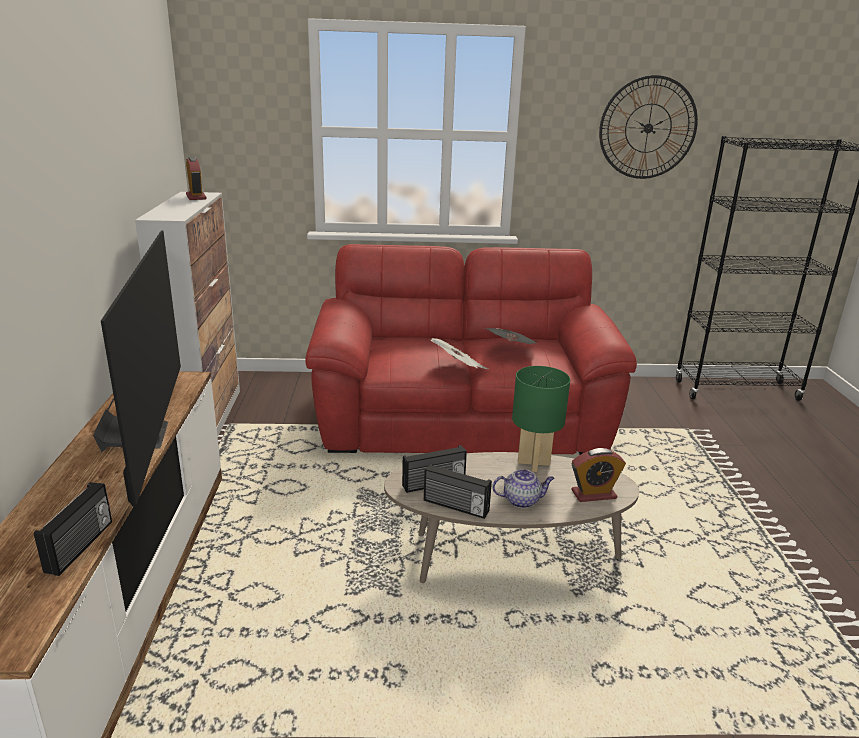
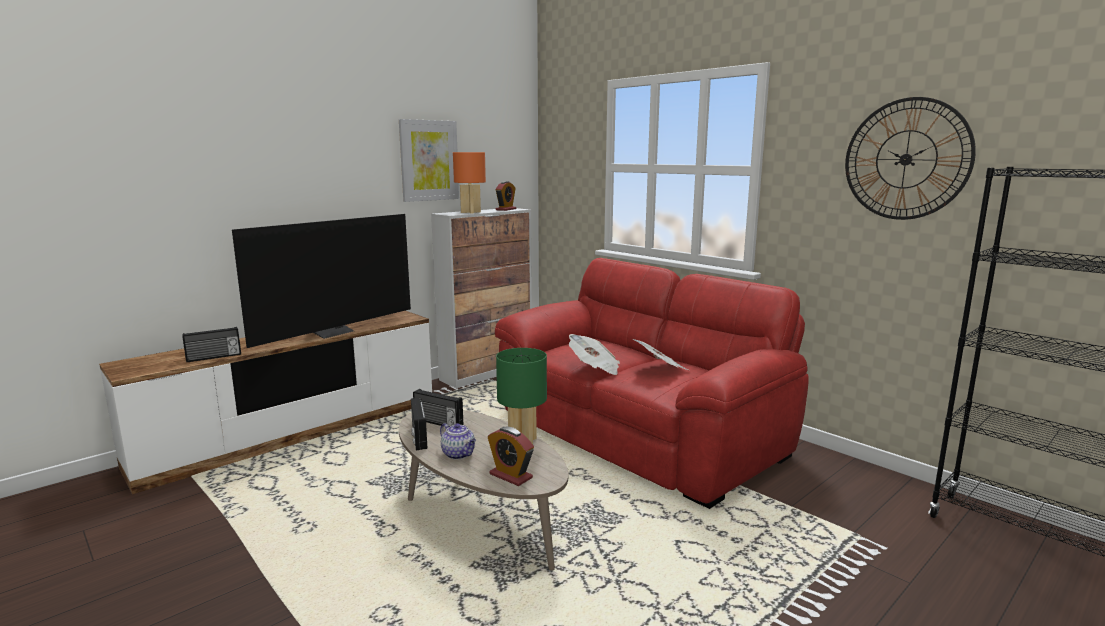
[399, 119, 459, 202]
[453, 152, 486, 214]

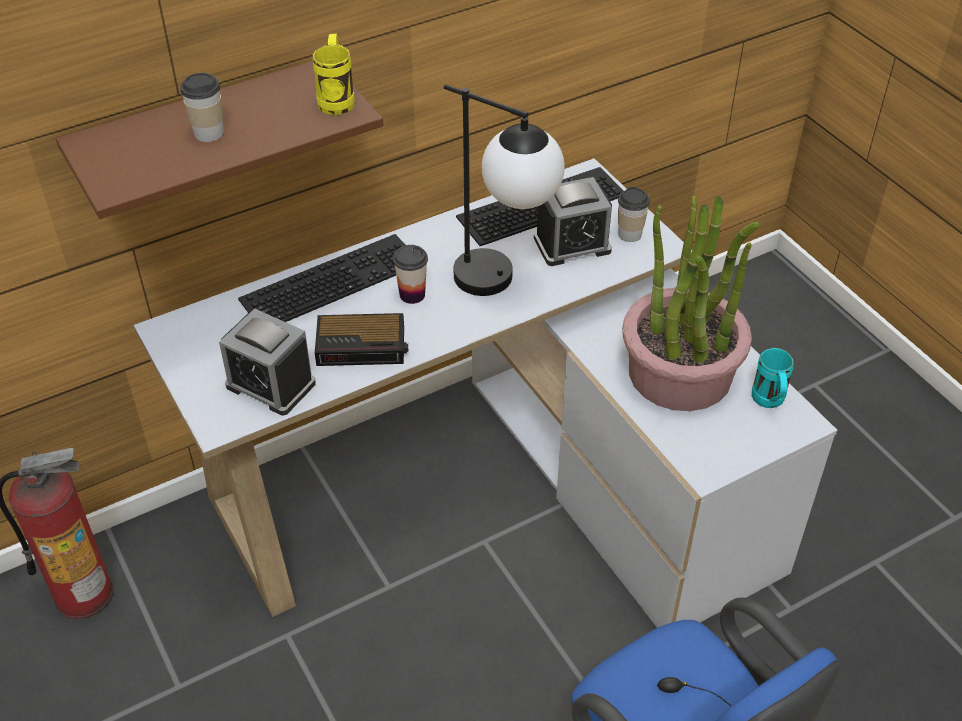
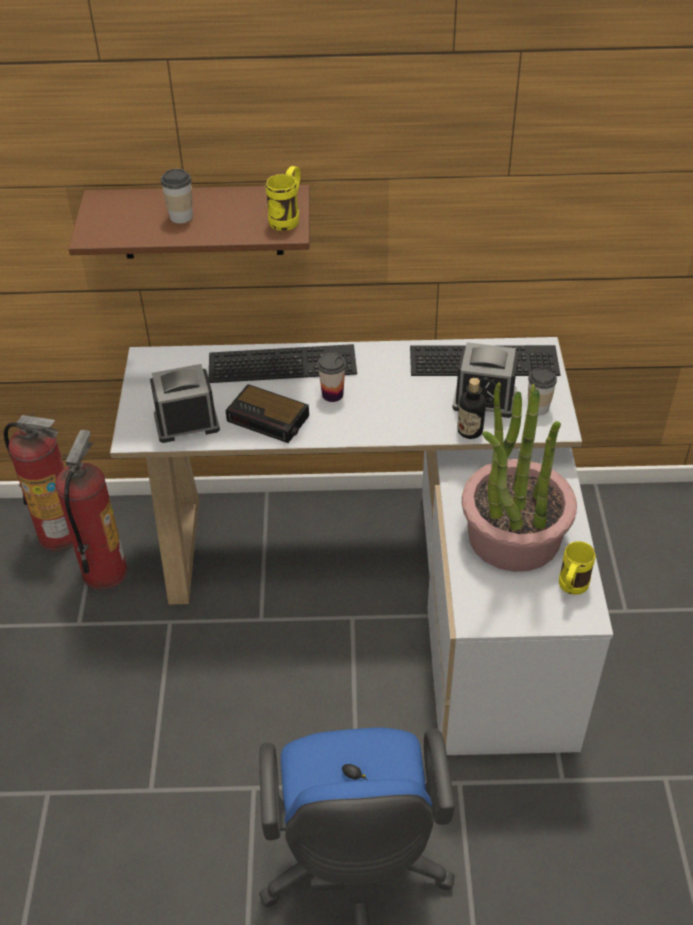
[55, 430, 128, 590]
[150, 364, 220, 443]
[457, 378, 486, 439]
[559, 541, 596, 595]
[444, 84, 565, 296] (first image)

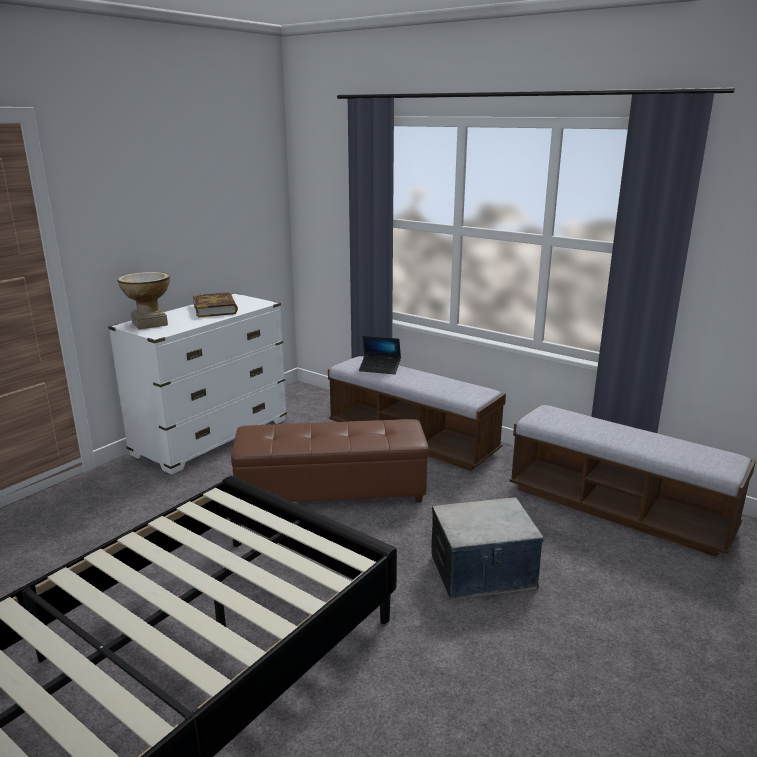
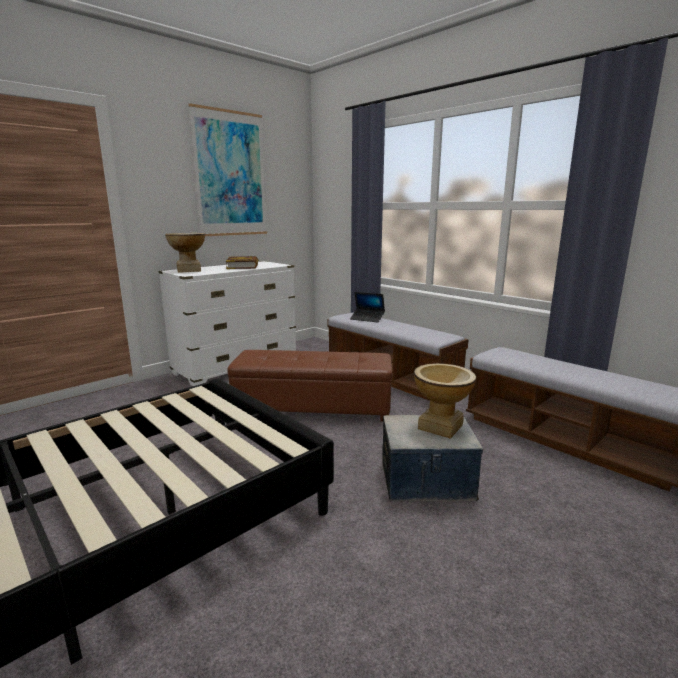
[189, 103, 267, 236]
[414, 363, 476, 439]

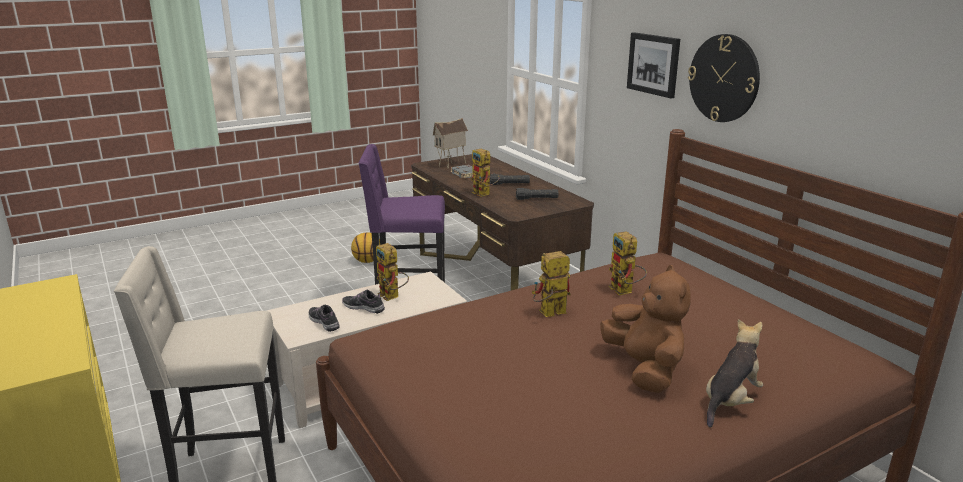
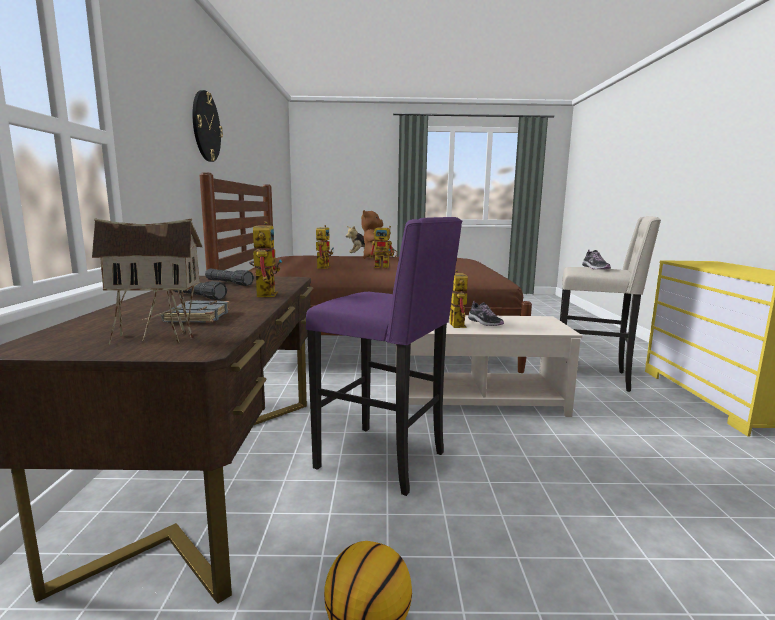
[582, 250, 611, 269]
[627, 32, 680, 98] (first image)

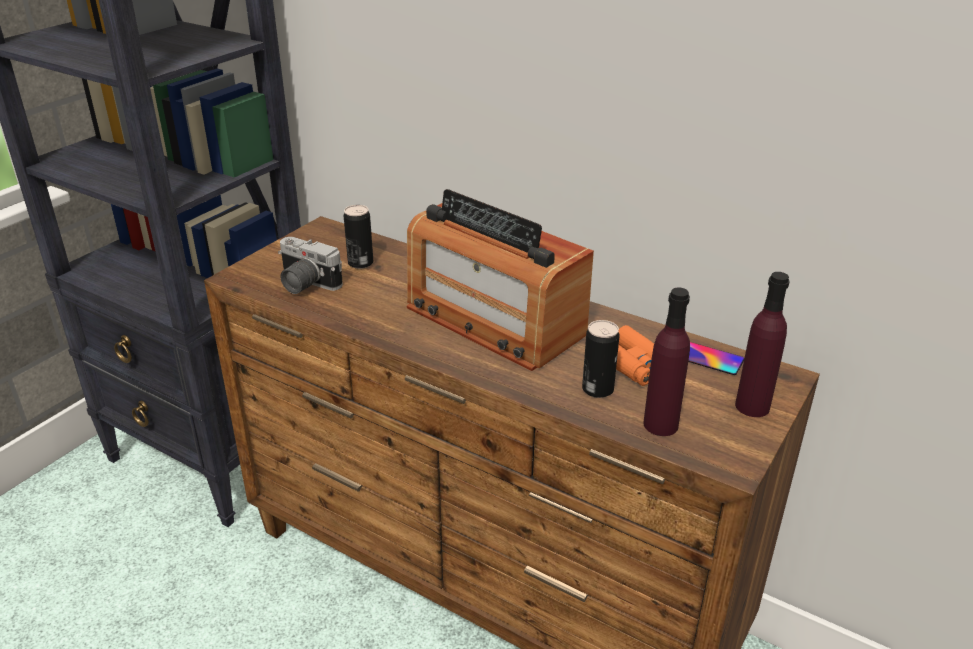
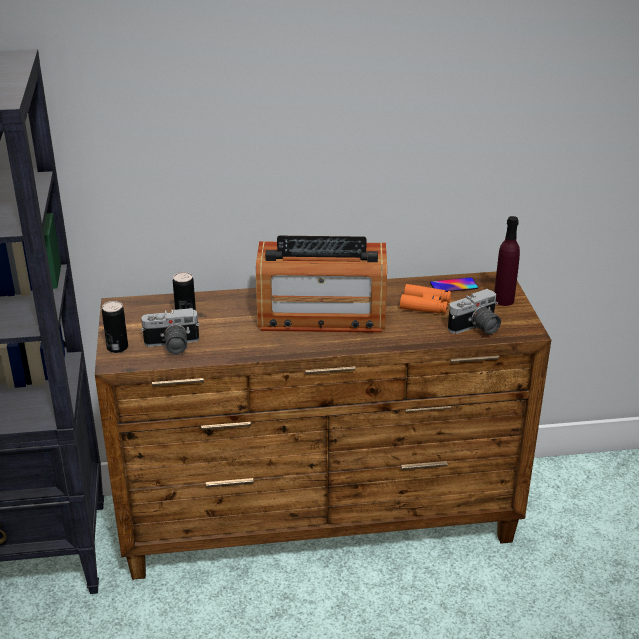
[102, 301, 128, 353]
[448, 289, 501, 335]

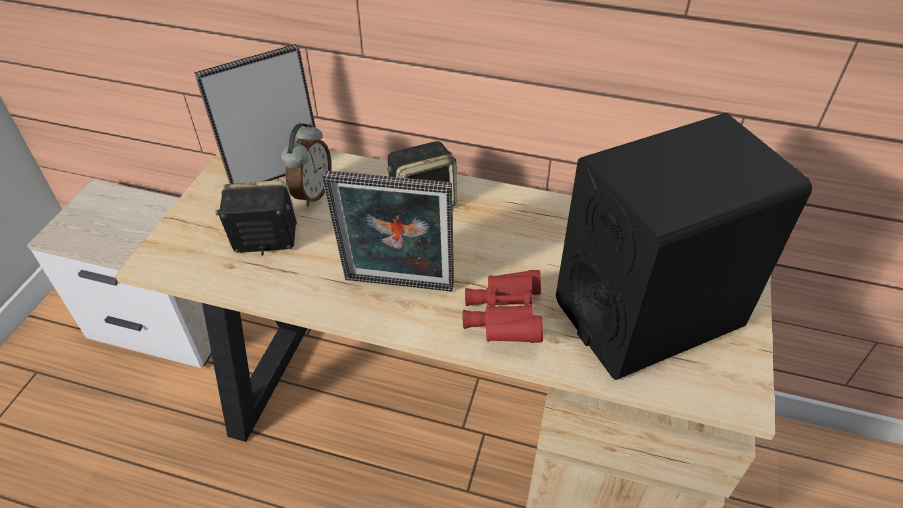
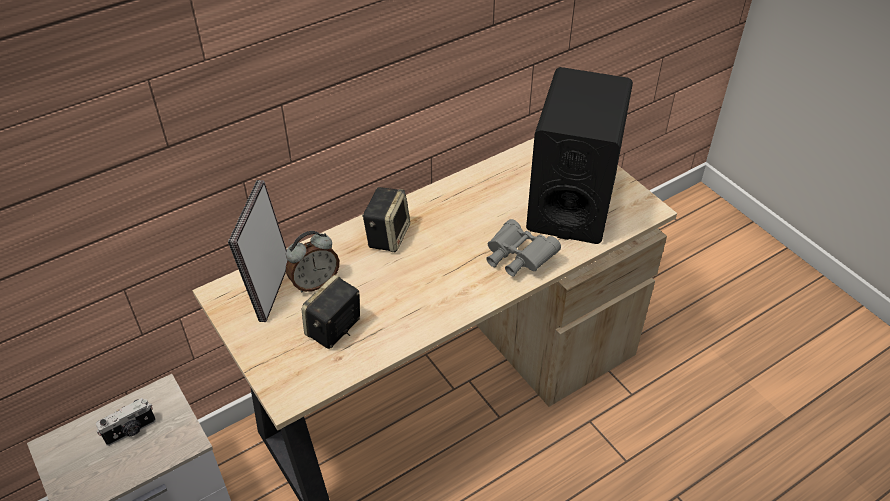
[96, 398, 156, 446]
[286, 231, 339, 292]
[486, 219, 561, 277]
[322, 171, 454, 292] (first image)

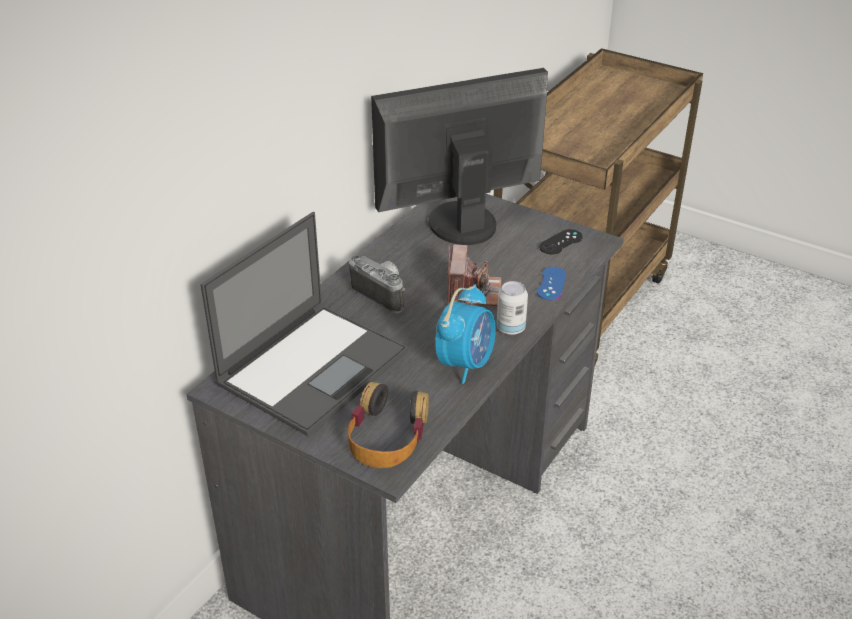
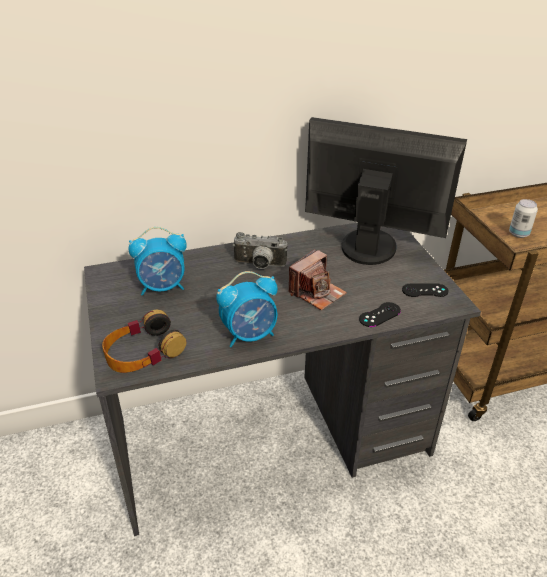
[128, 227, 187, 296]
[233, 232, 287, 269]
[359, 302, 401, 327]
[509, 199, 538, 238]

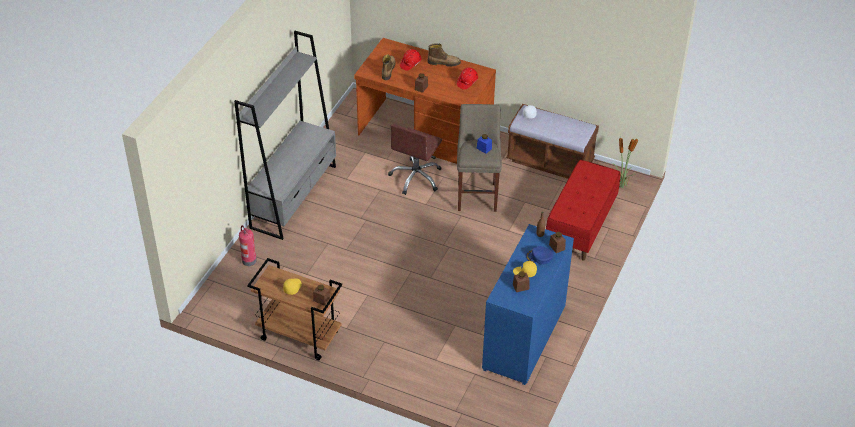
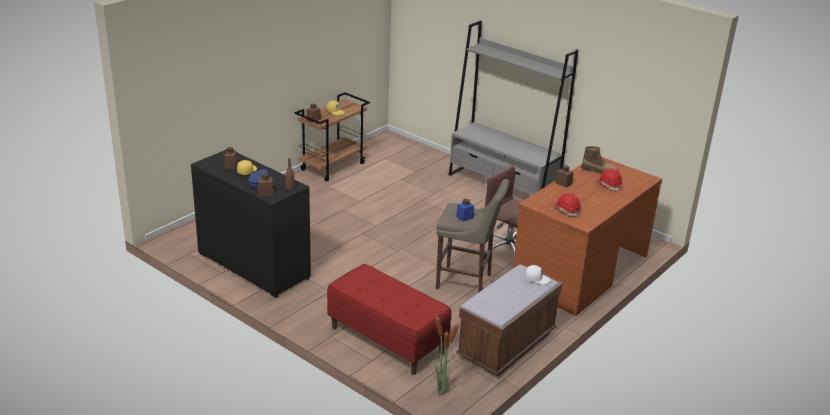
[191, 149, 311, 298]
[239, 225, 257, 266] (first image)
[427, 43, 461, 67] (first image)

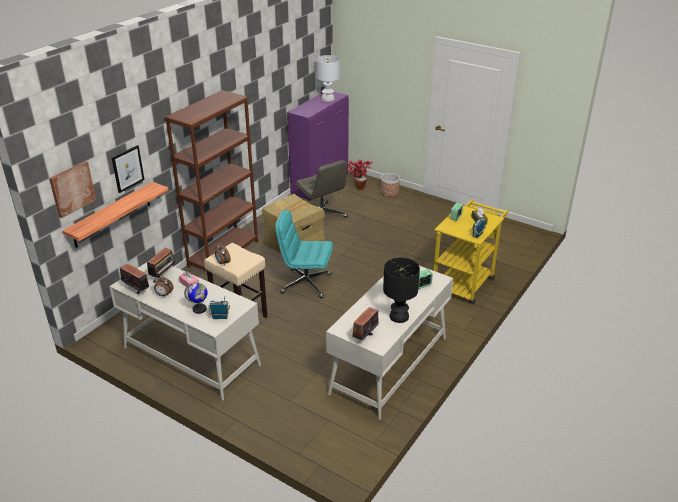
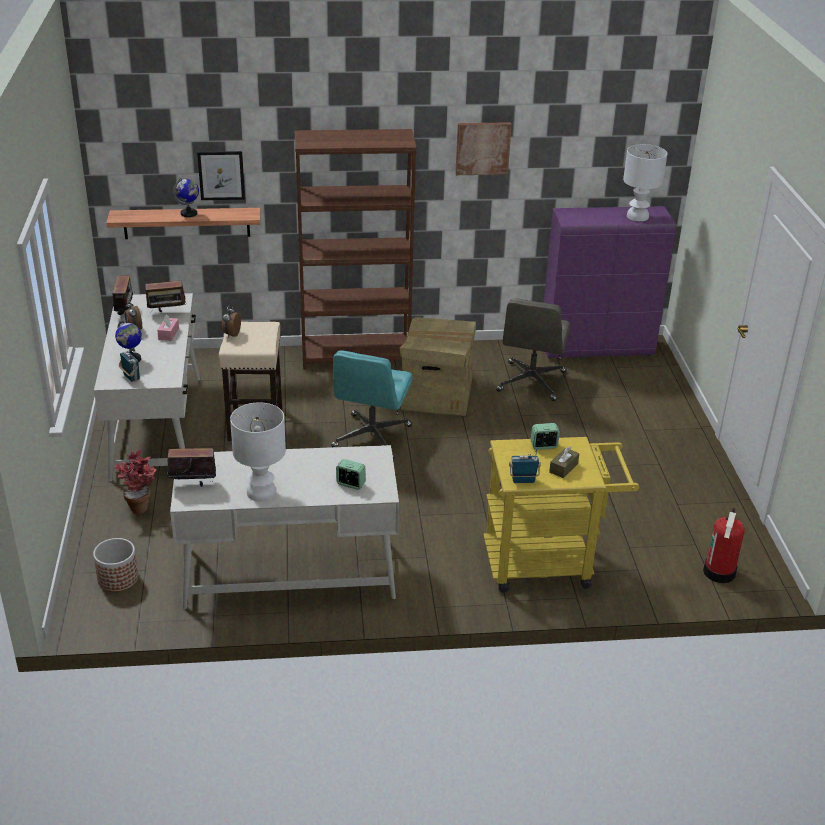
[93, 538, 138, 592]
[115, 450, 157, 515]
[173, 178, 199, 217]
[230, 402, 286, 502]
[331, 350, 413, 459]
[455, 122, 512, 175]
[703, 508, 745, 583]

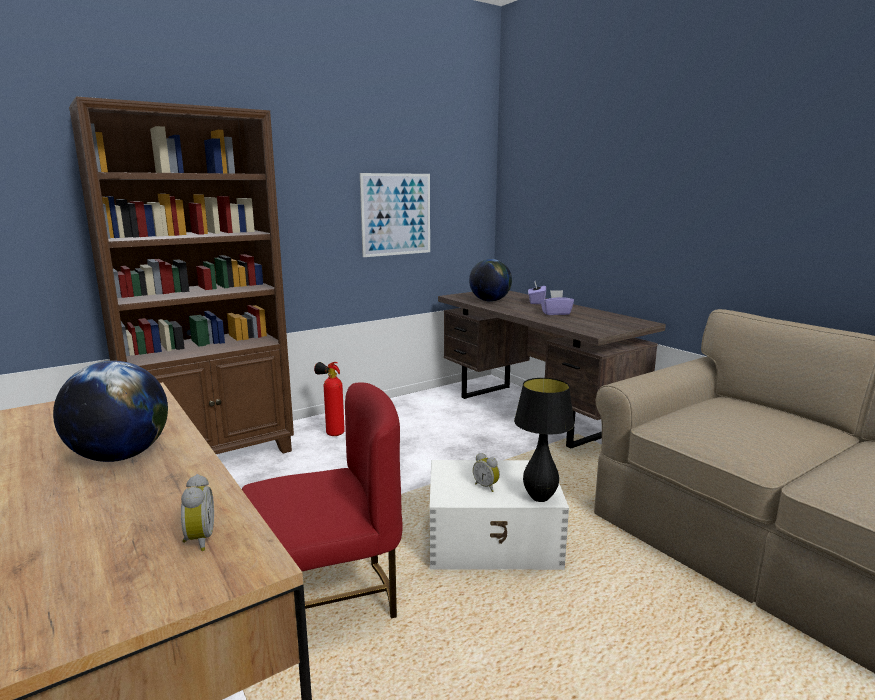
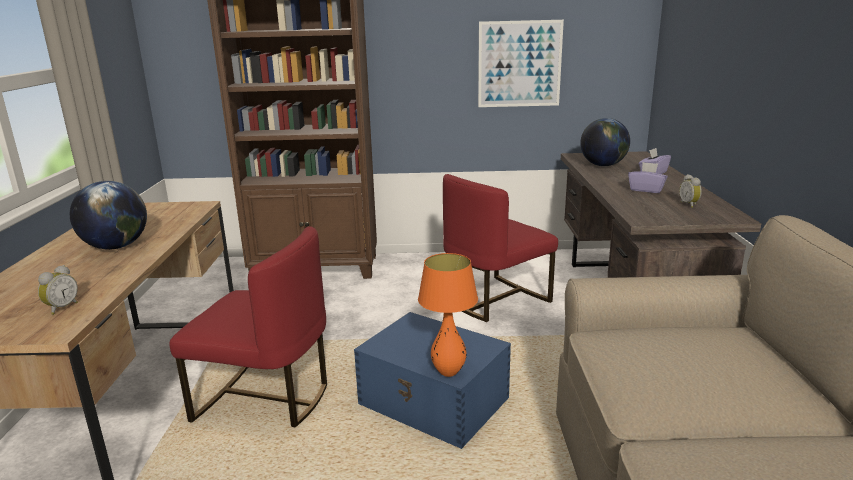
[354, 312, 511, 449]
[418, 253, 478, 377]
[443, 174, 558, 322]
[679, 174, 702, 208]
[314, 362, 345, 436] (first image)

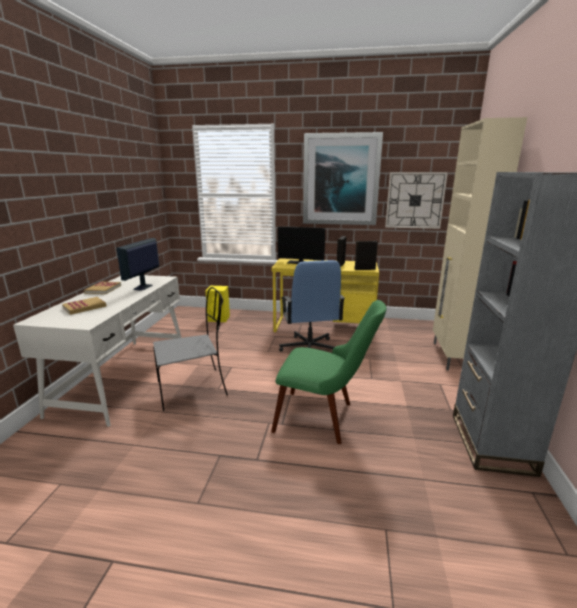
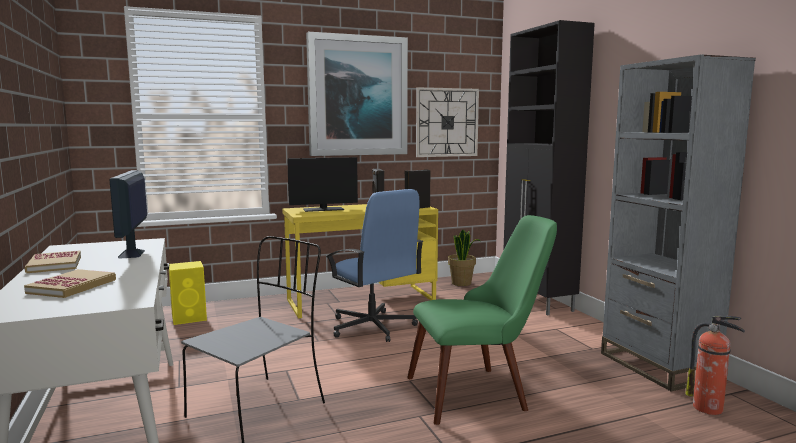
[448, 230, 480, 286]
[504, 20, 595, 316]
[685, 316, 745, 415]

